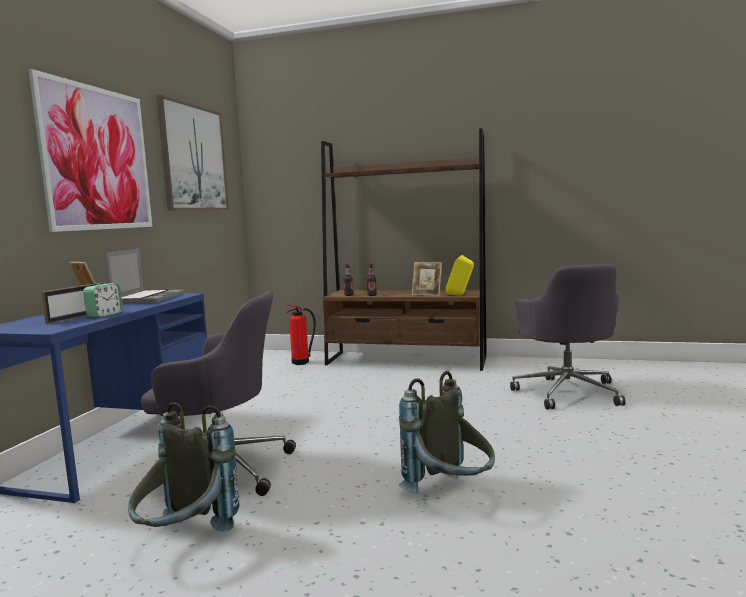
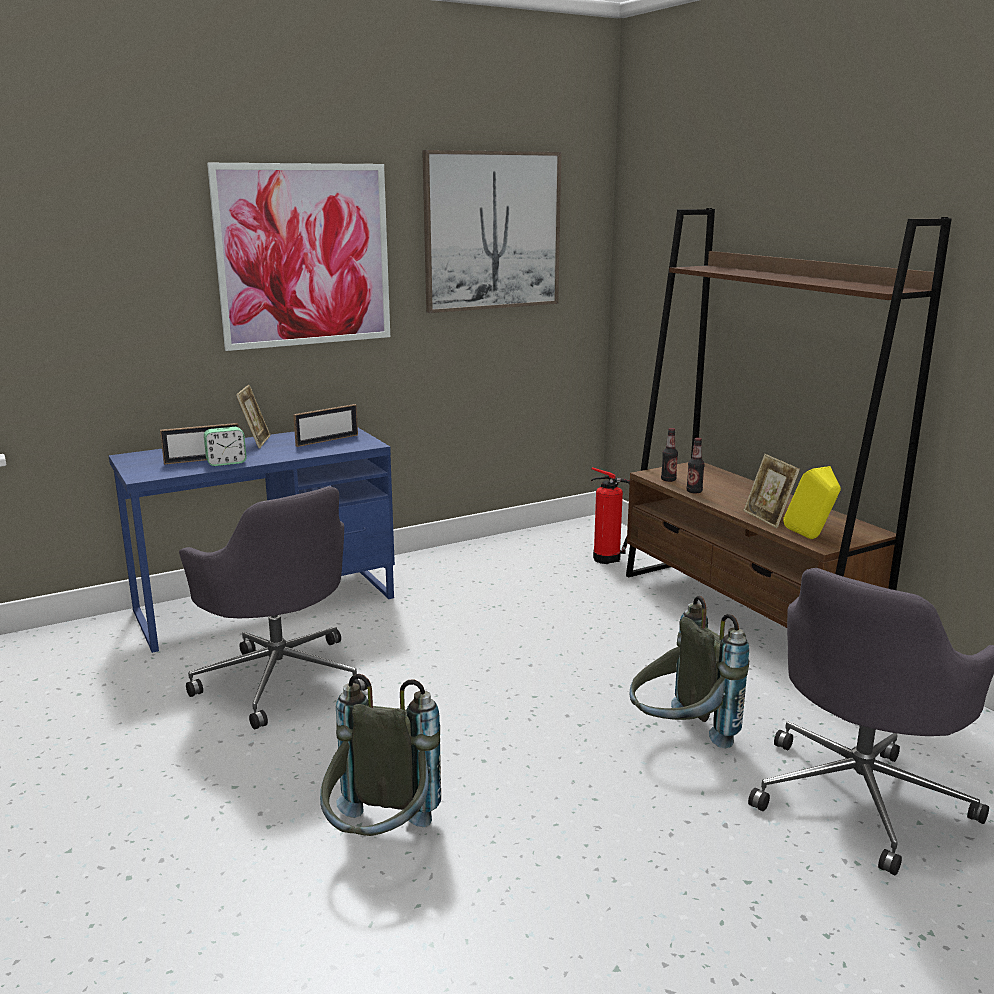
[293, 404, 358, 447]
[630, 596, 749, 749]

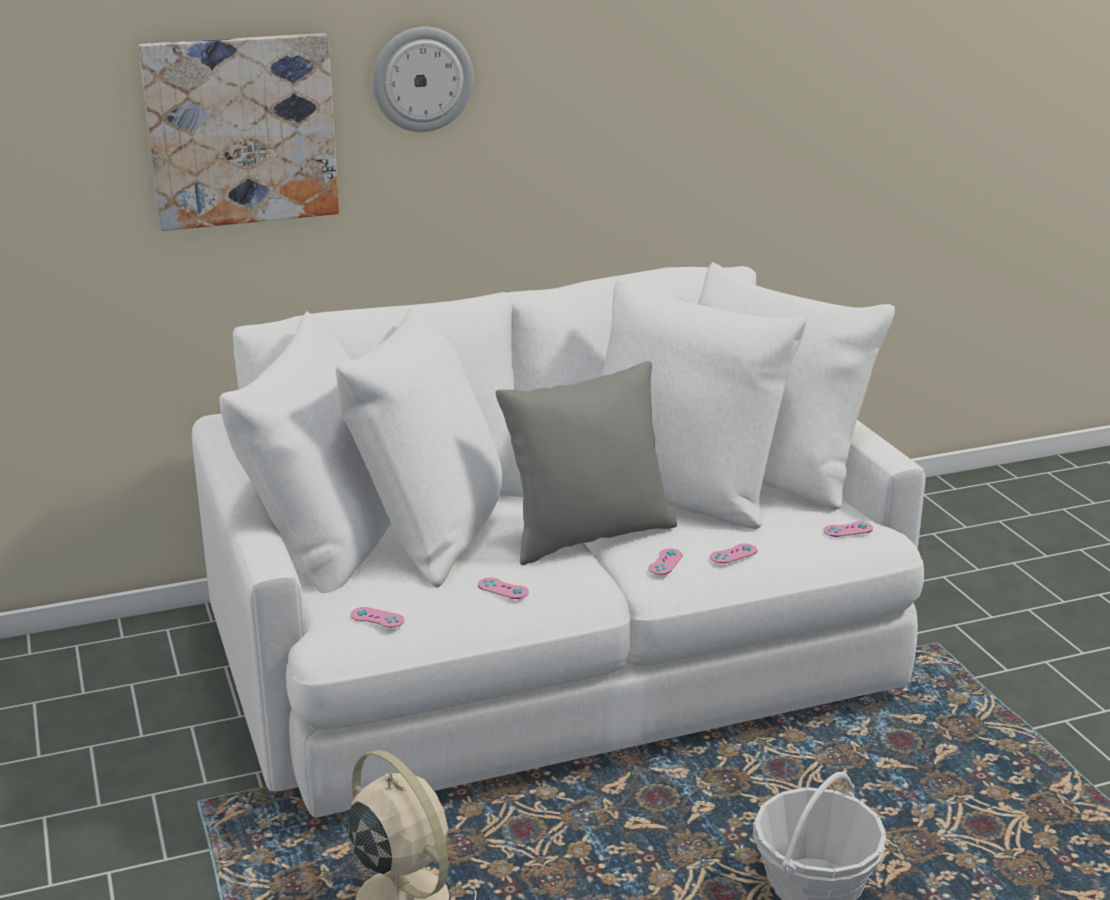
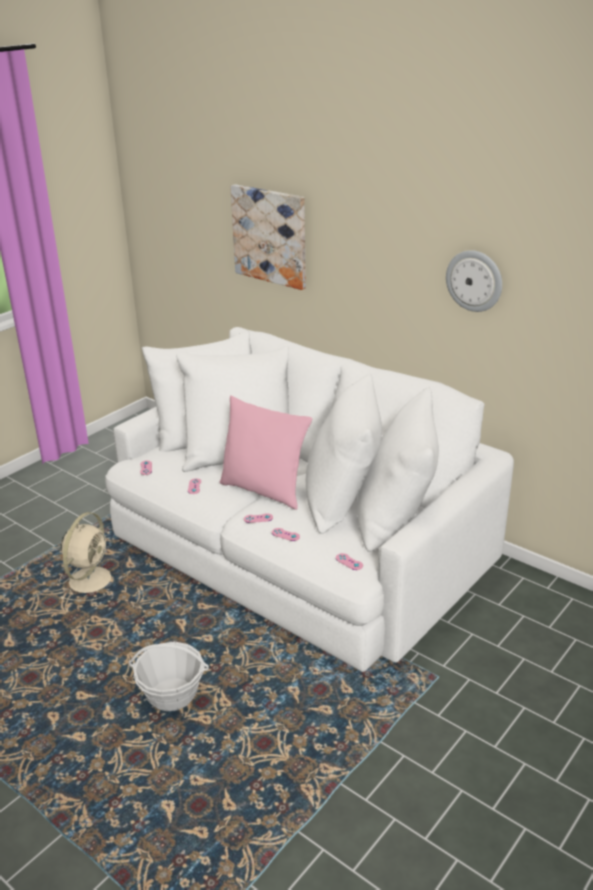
[220, 395, 312, 510]
[446, 250, 502, 312]

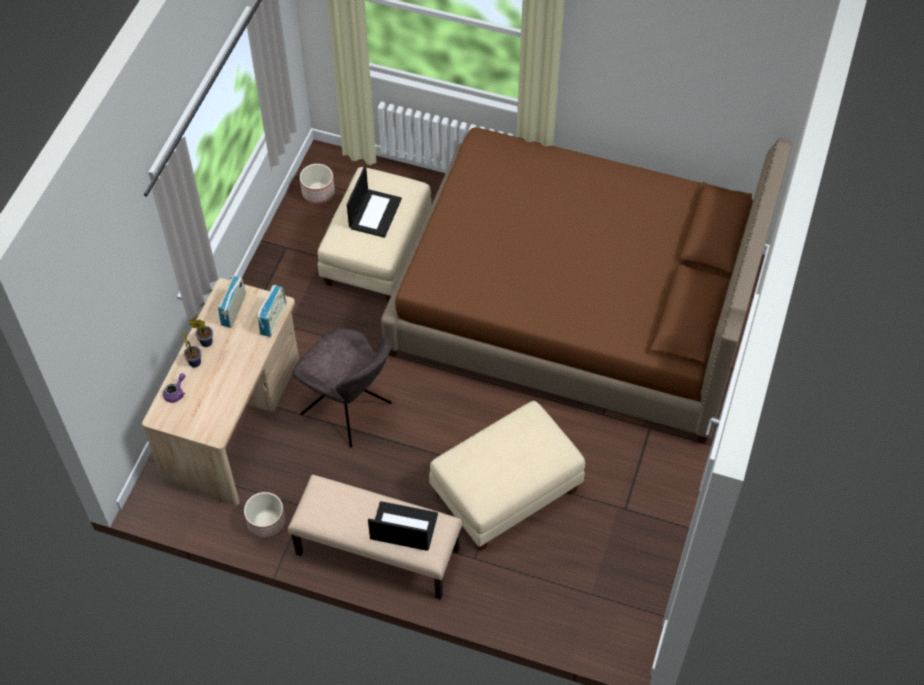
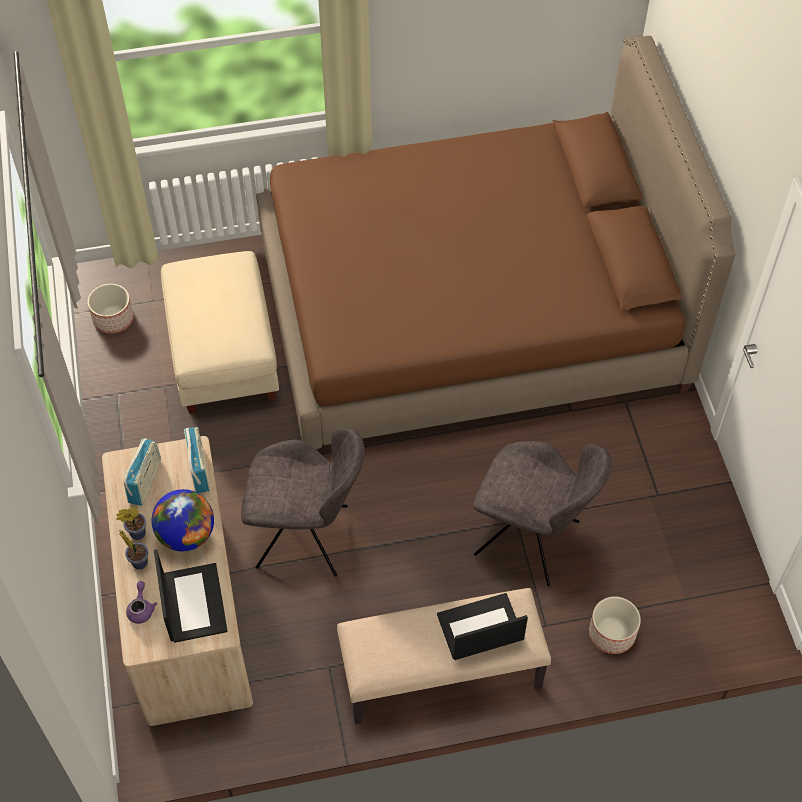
[124, 438, 161, 506]
[152, 489, 214, 551]
[154, 549, 228, 643]
[473, 441, 612, 586]
[589, 597, 641, 654]

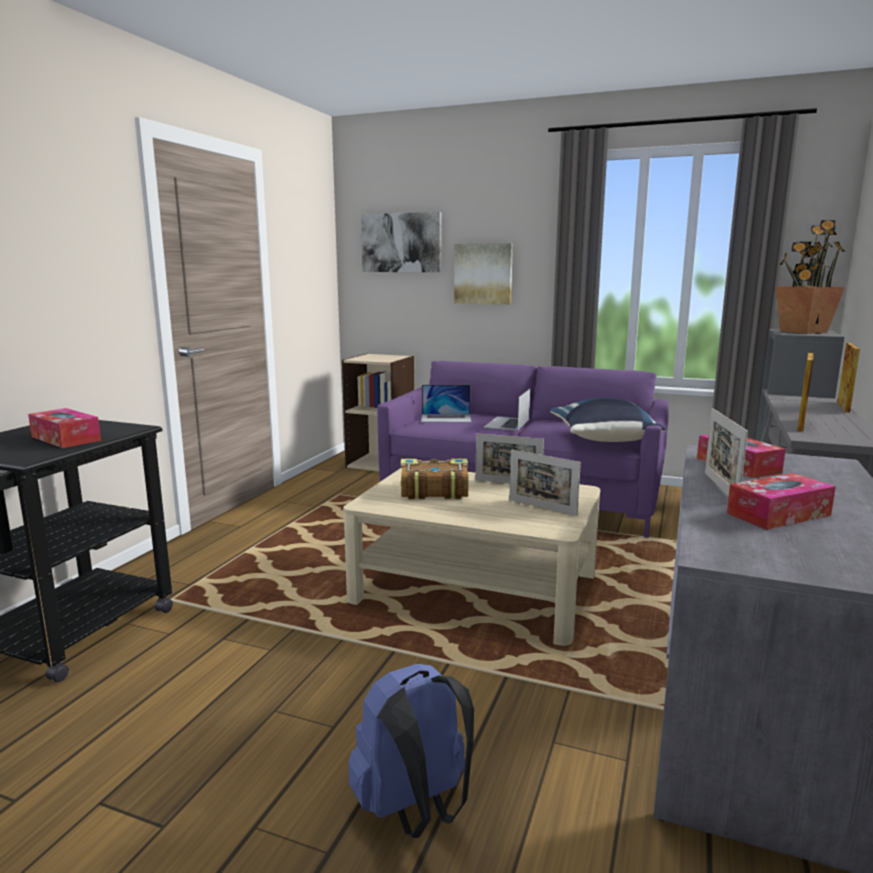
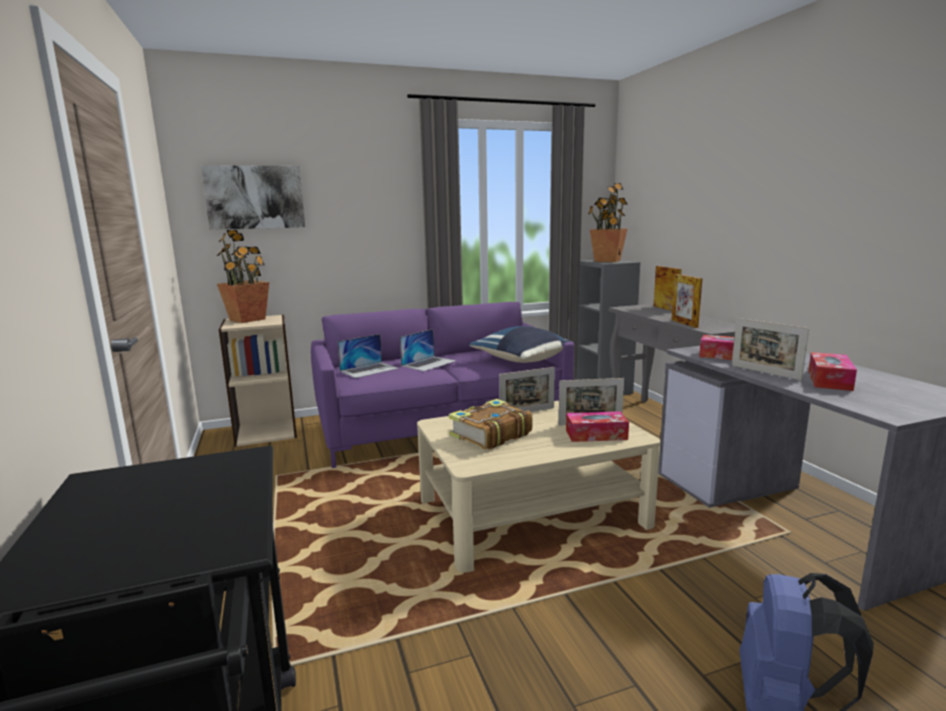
[217, 230, 269, 323]
[400, 329, 456, 371]
[566, 411, 629, 442]
[454, 243, 513, 305] (first image)

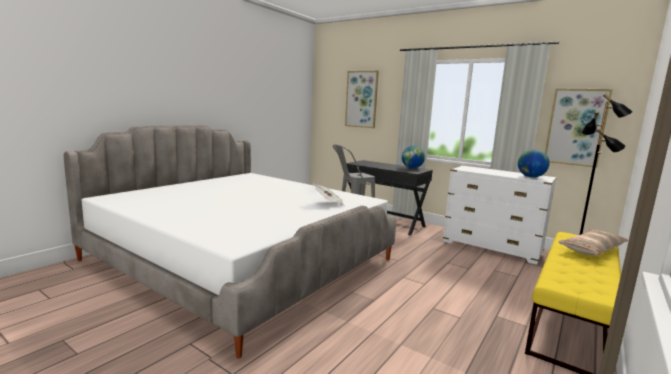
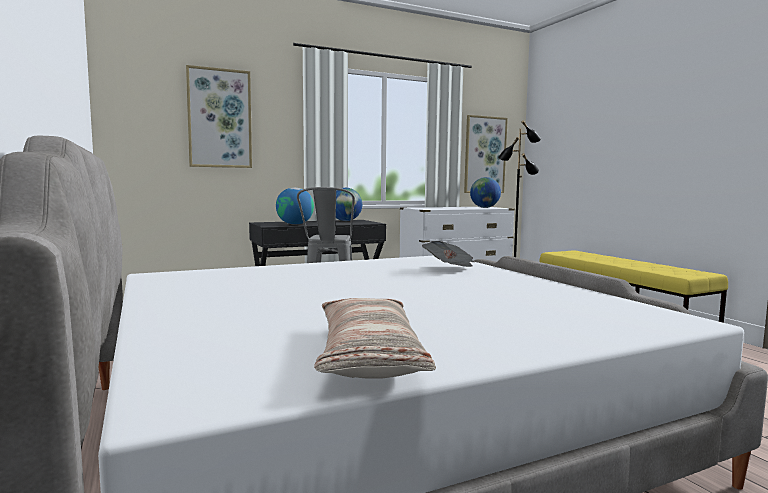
[276, 188, 314, 225]
[314, 298, 436, 379]

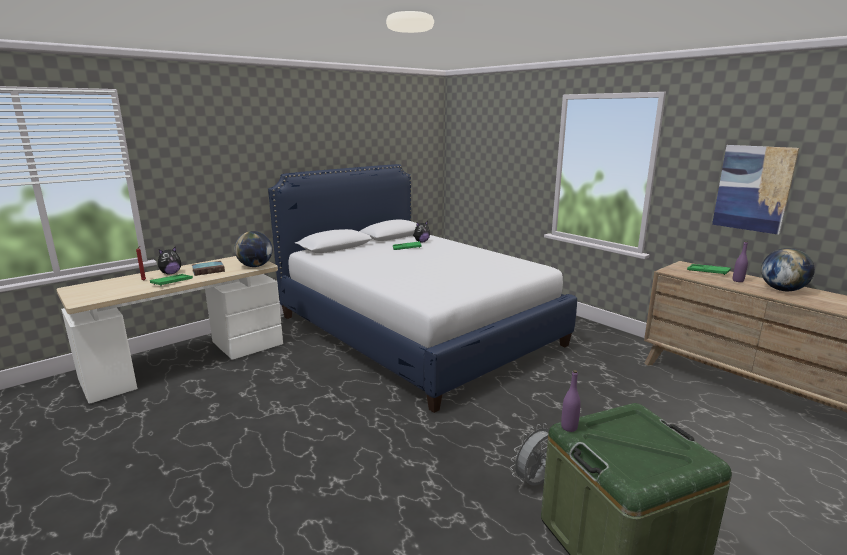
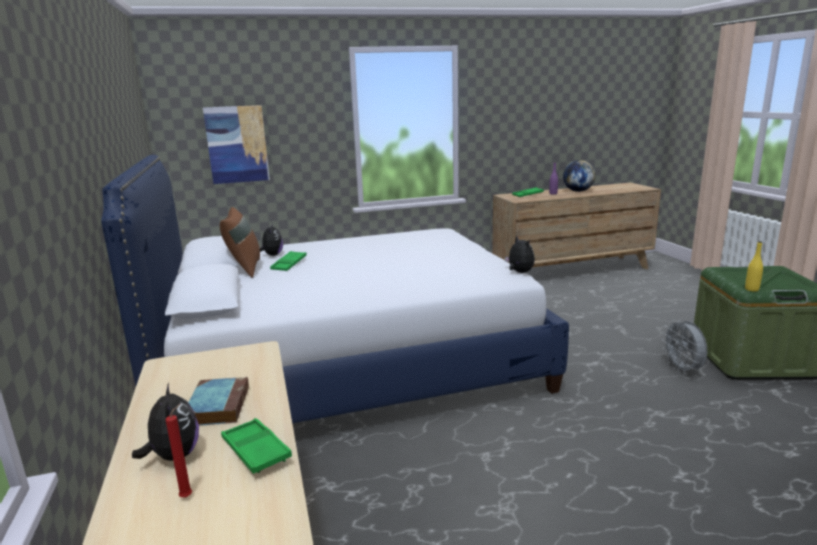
[203, 105, 270, 184]
[220, 207, 260, 278]
[505, 235, 535, 273]
[745, 241, 763, 292]
[234, 231, 272, 267] (first image)

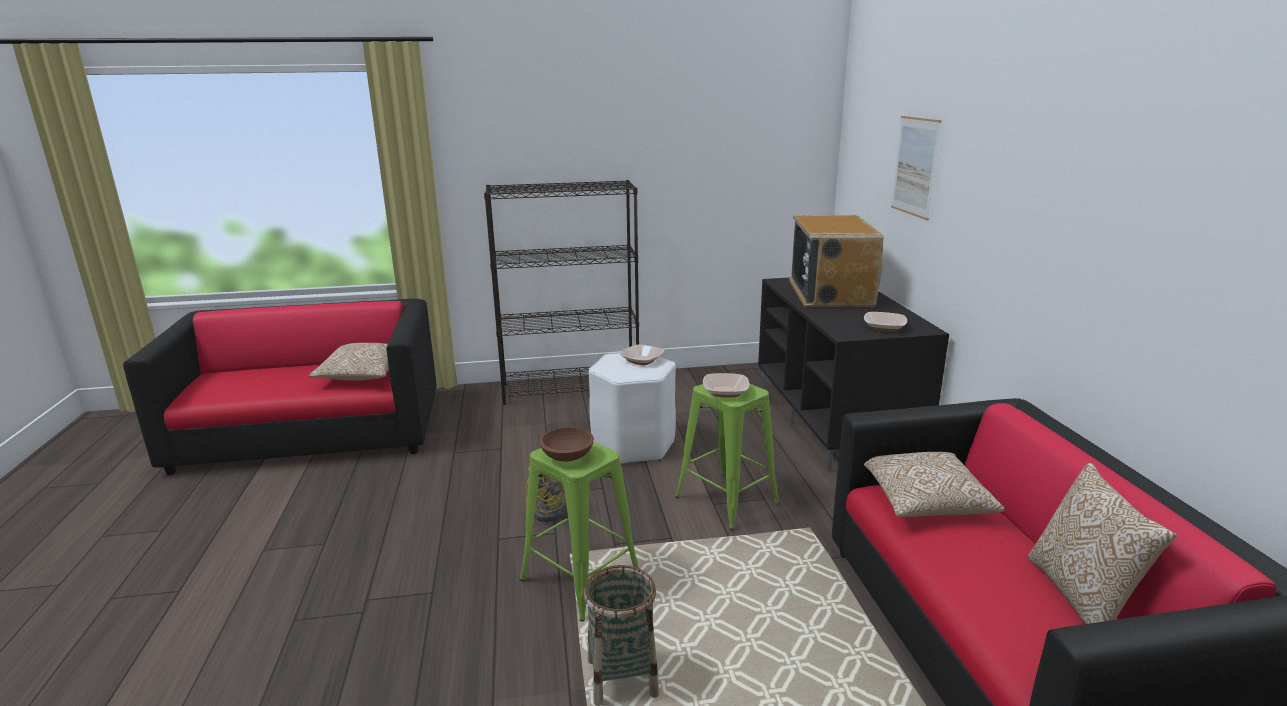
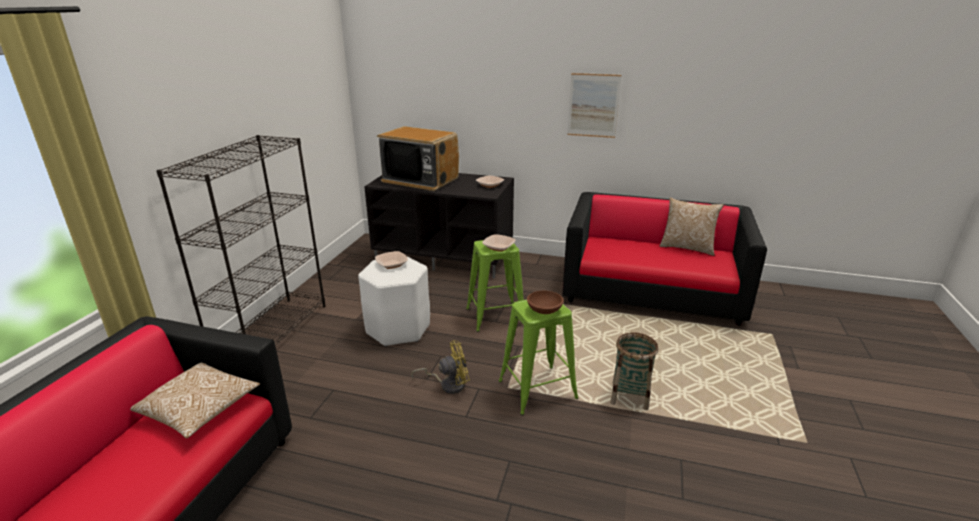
[567, 73, 621, 138]
[864, 452, 1005, 517] (first image)

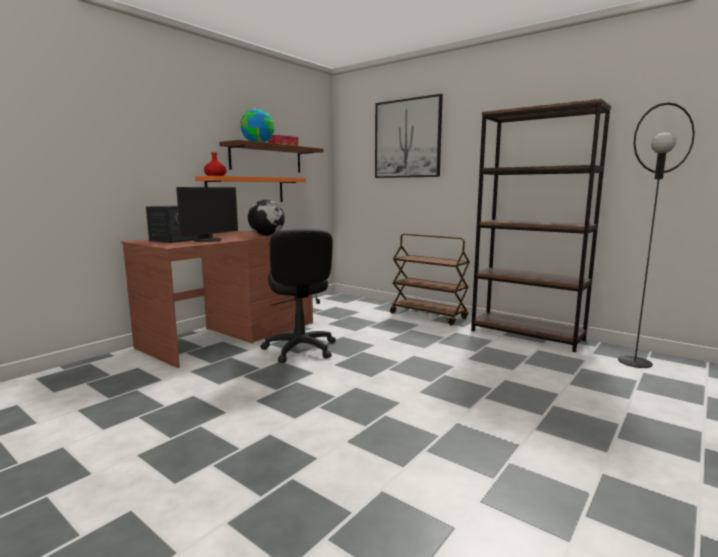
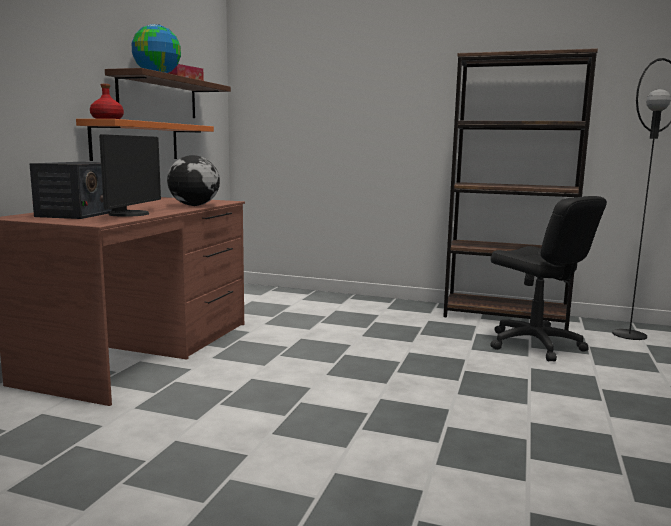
[490, 196, 607, 361]
[375, 94, 443, 178] (first image)
[390, 234, 470, 325] (first image)

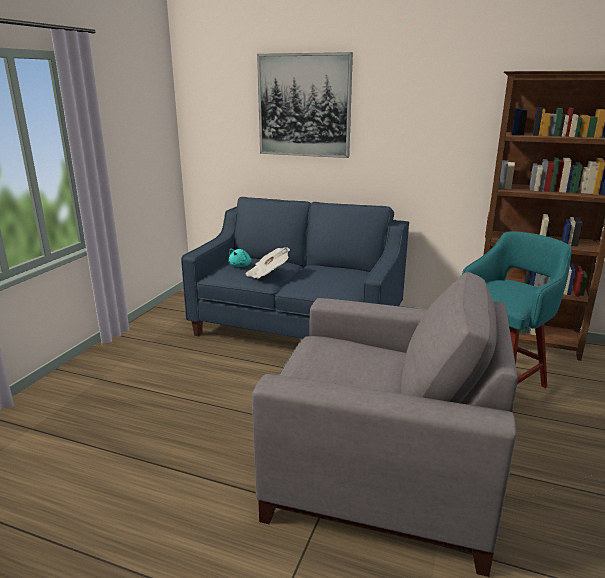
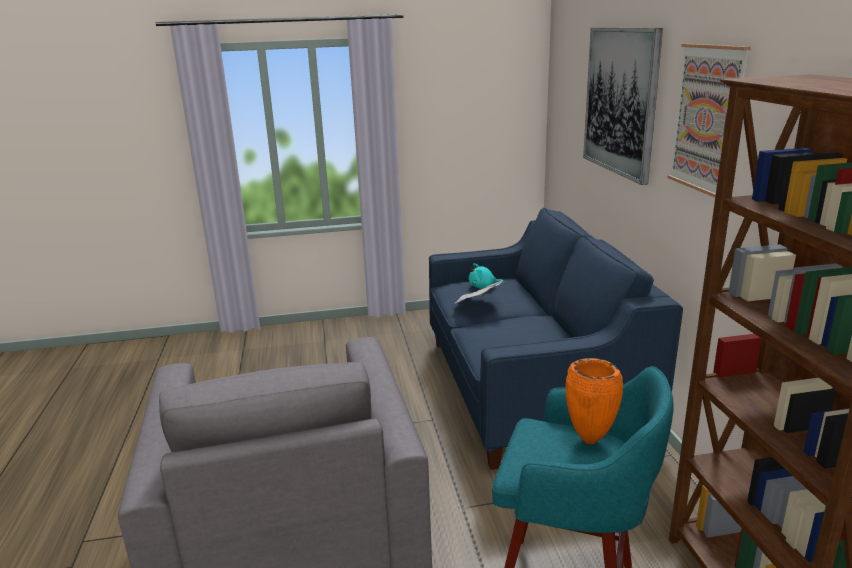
[566, 358, 623, 444]
[667, 44, 751, 197]

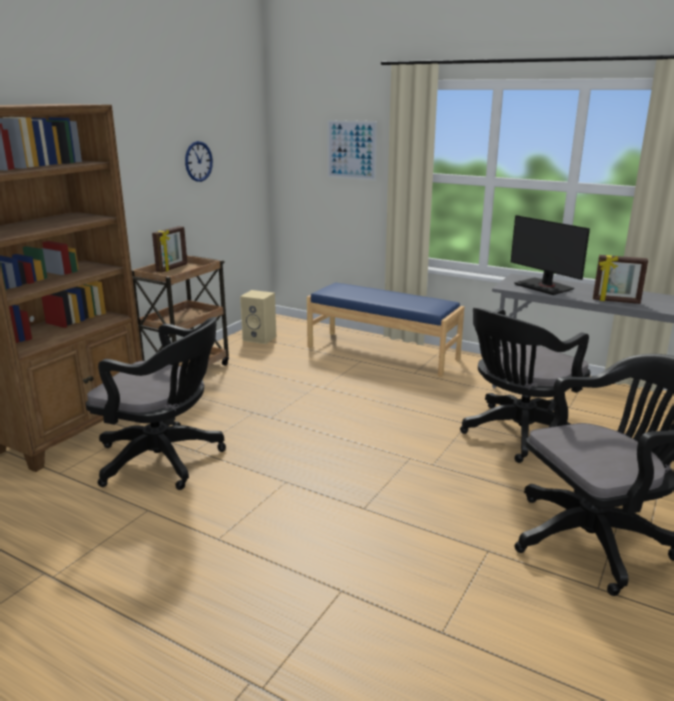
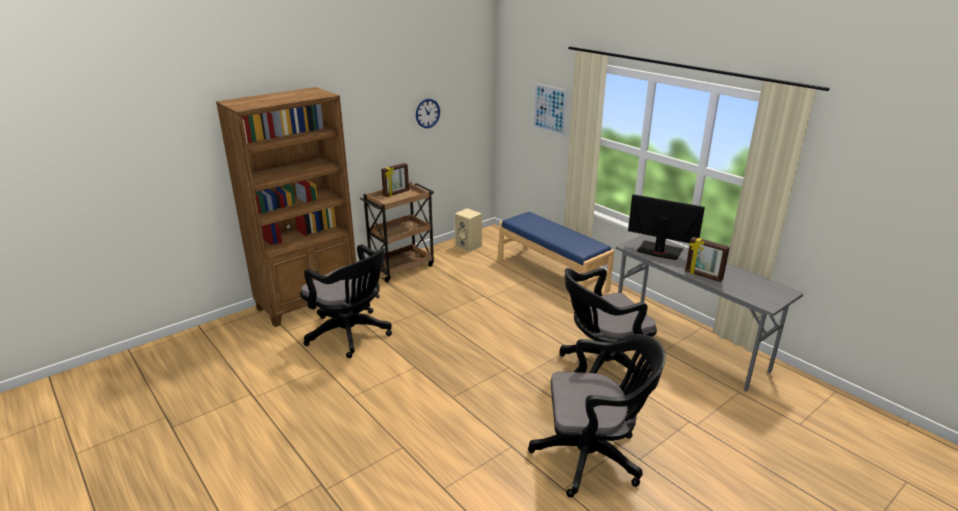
[628, 194, 705, 260]

